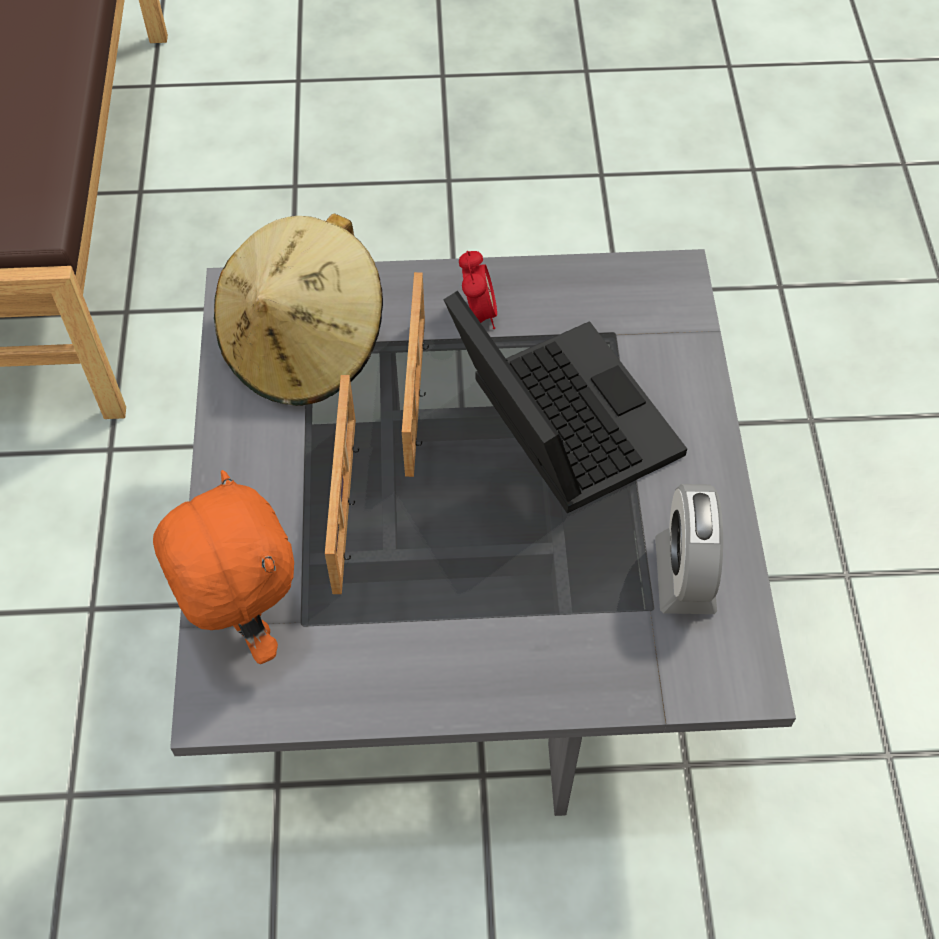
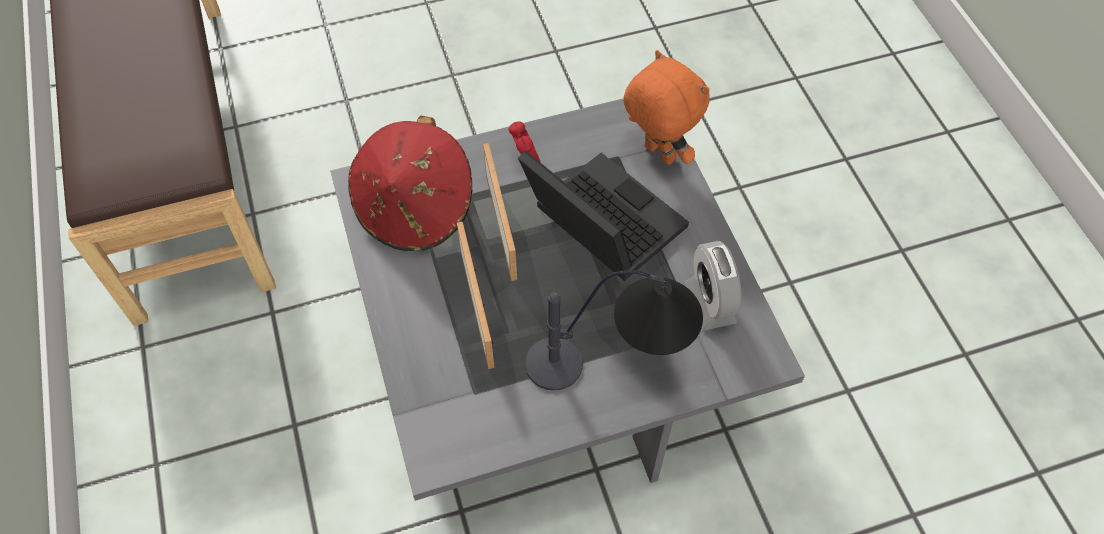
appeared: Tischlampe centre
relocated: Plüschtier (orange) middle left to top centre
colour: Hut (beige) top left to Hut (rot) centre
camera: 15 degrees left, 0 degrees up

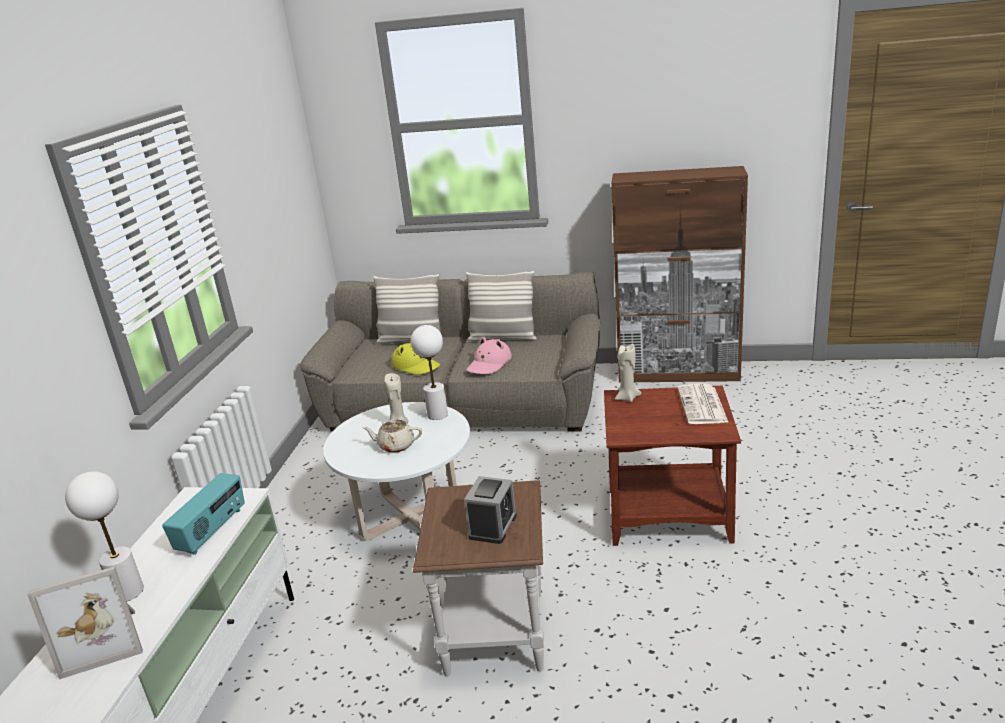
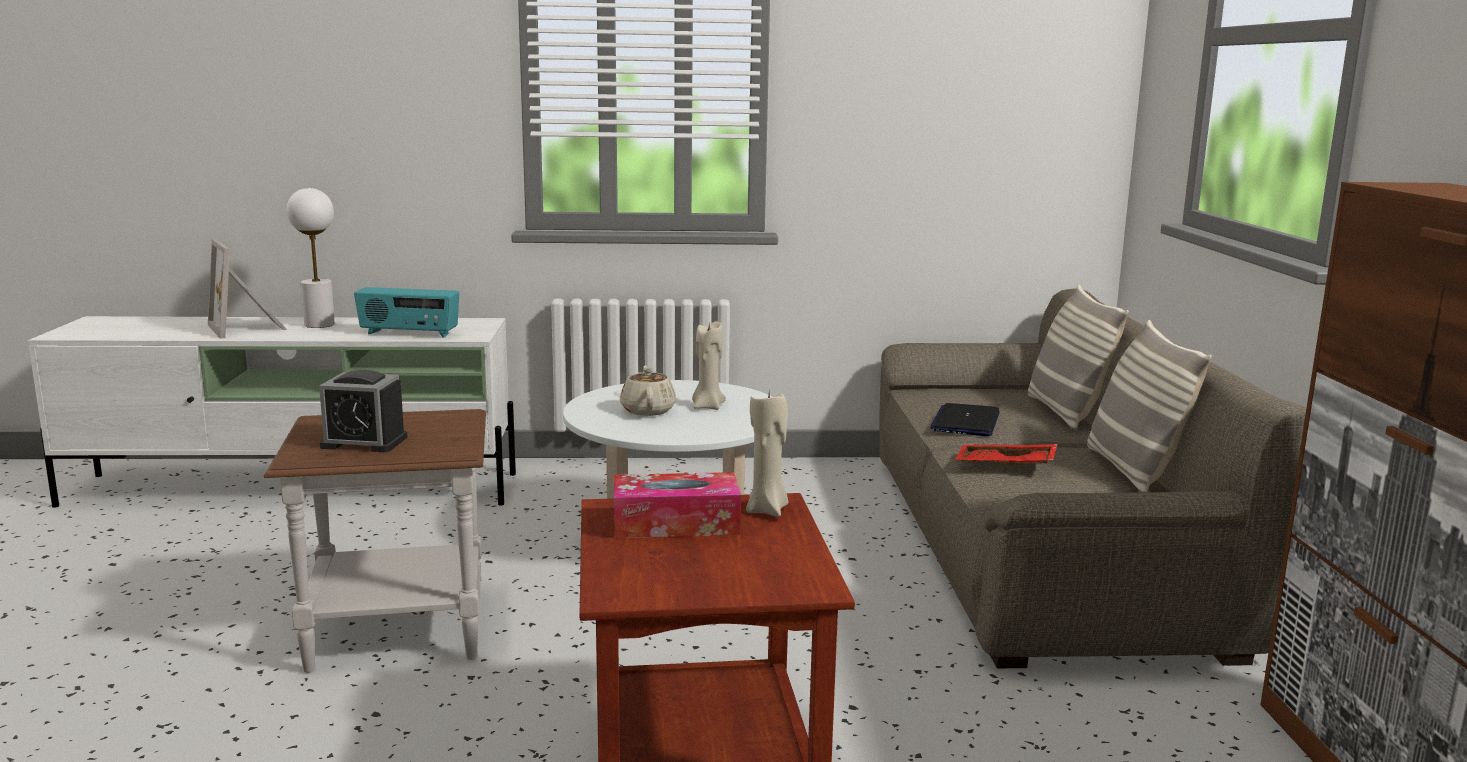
missing: Tischlampe (weiß) (no. 2 from left) centre; Zeitung middle right
appeared: Taschentuchbox centre
exchanged: Hut (gelb) centre to Laptop centre; Hut (rosa) centre to Tablett (rot) middle right
camera: 75 degrees right, 10 degrees down

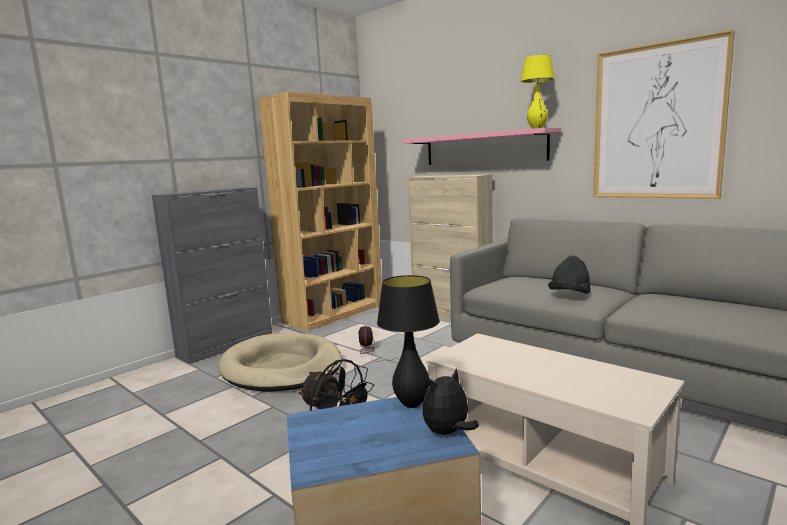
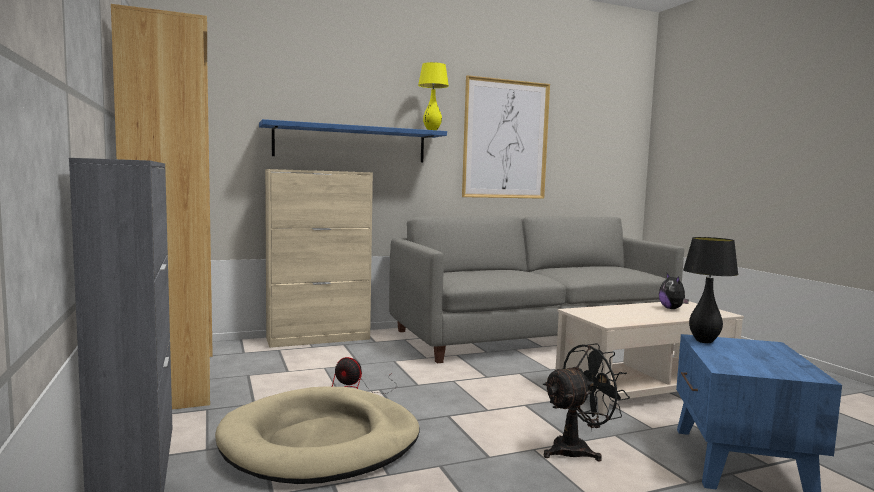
missing: Hut (schwarz) middle right
relocated: Plüschtier bottom centre to middle right
colour: Wandregal (rosa) top centre to Wandregal (blau) top centre
camera: 65 degrees left, 5 degrees down

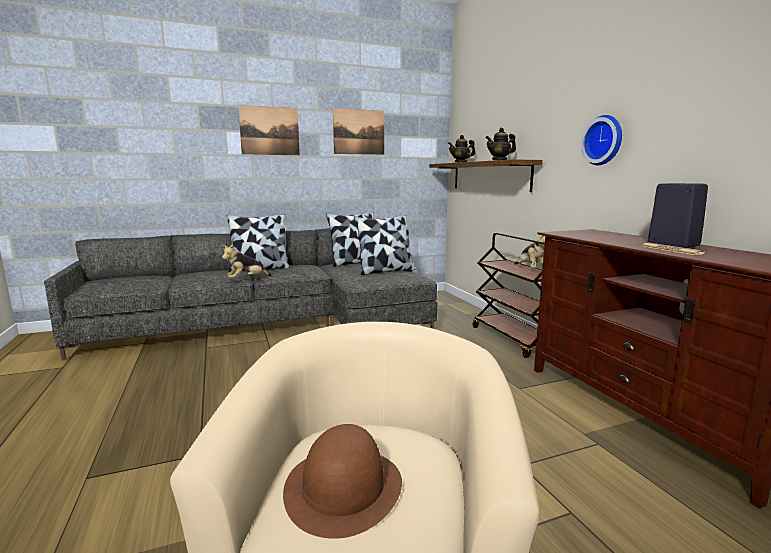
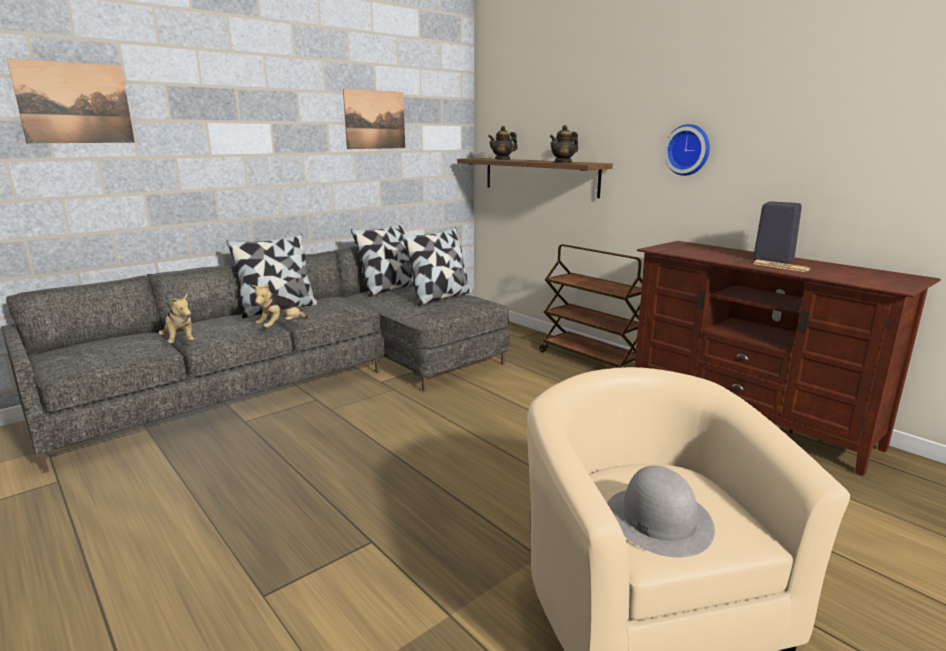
relocated: Bild (no. 1 from left) top centre to top left; Plüschtier (no. 2 from left in the first image) middle right to Plüschtier (no. 1 from left) middle left
colour: Hut (braun) bottom centre to Hut (grau) bottom right
camera: 20 degrees left, 5 degrees up

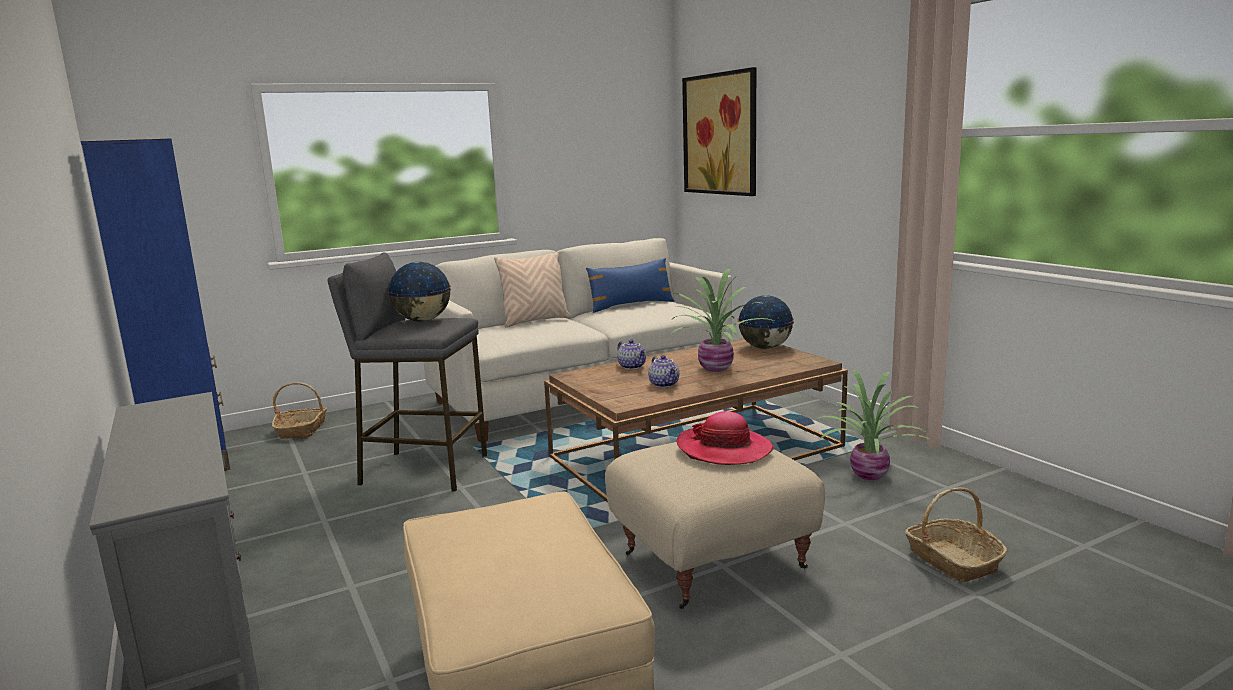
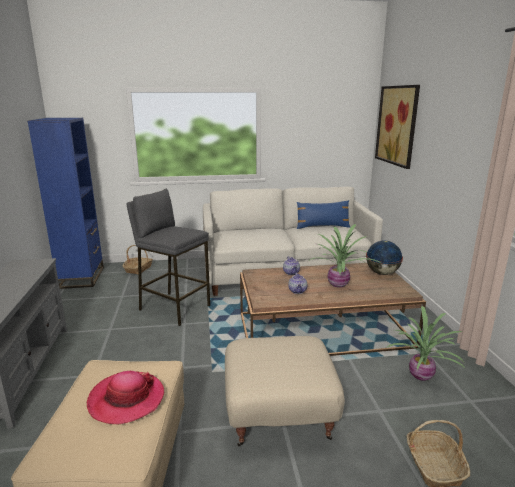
missing: Globus (no. 1 from left) centre; Kissen (beige) centre
relocated: Hut centre to bottom left
camera: 20 degrees right, 5 degrees up

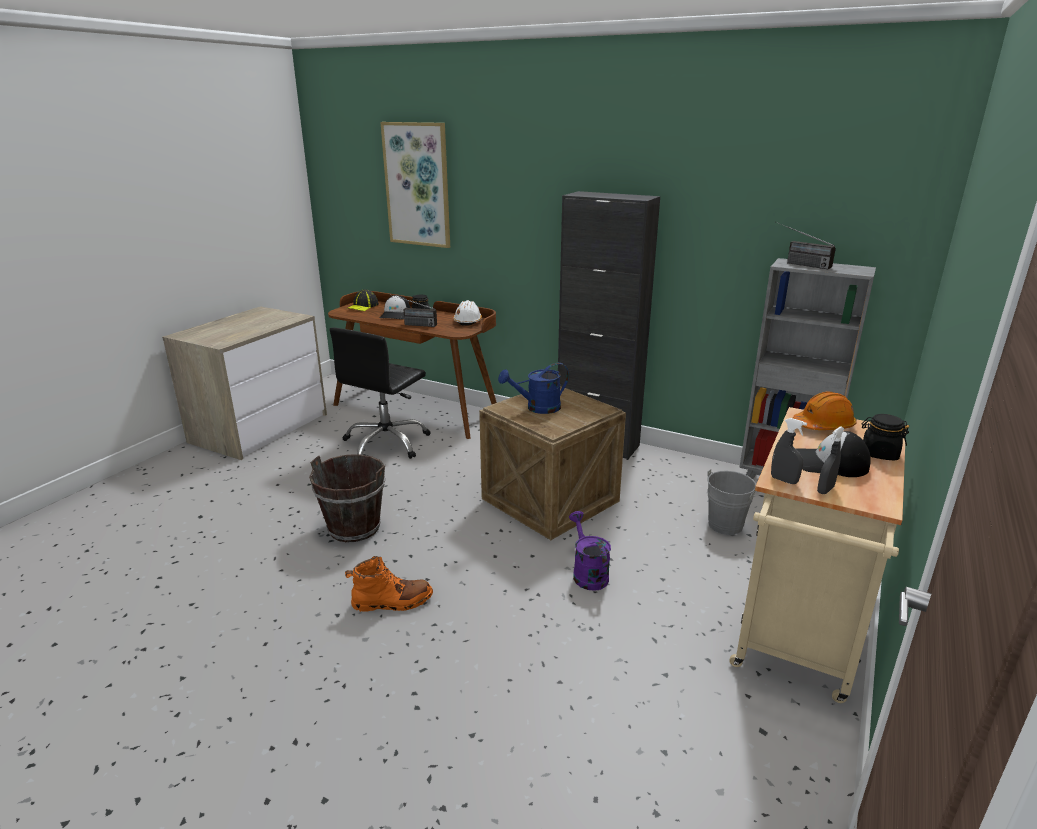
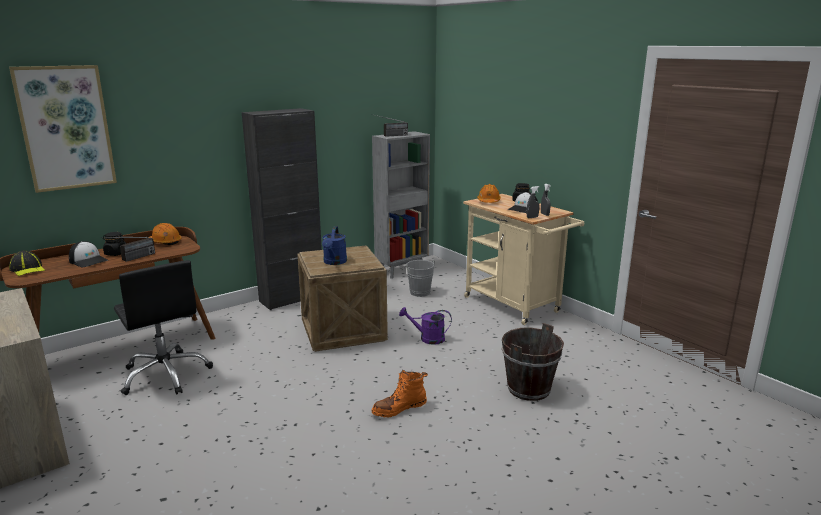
relocated: Eimer (braun) centre to bottom centre
colour: Schutzhelm (weiß) centre to Schutzhelm (orange) (no. 1 from left) middle left
spun: Stiefel (orange) bottom centre = bottom centre 135 degrees counterclockwise
camera: 65 degrees left, 5 degrees down

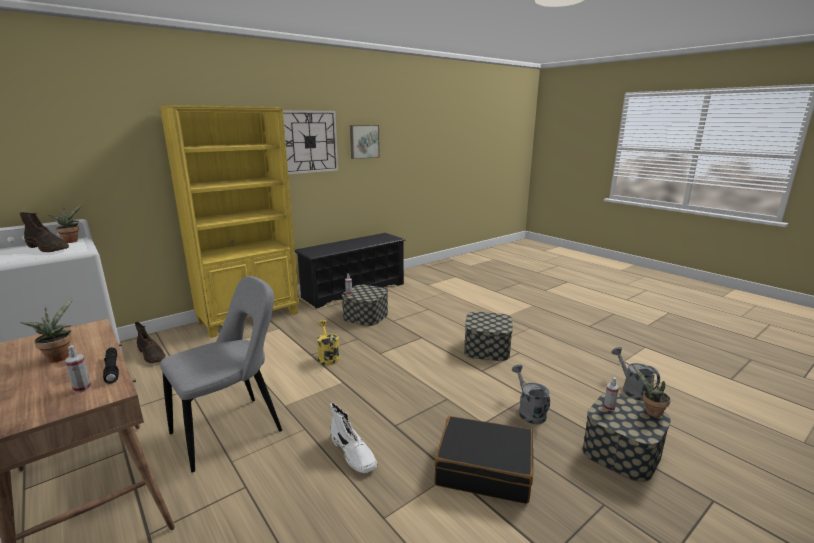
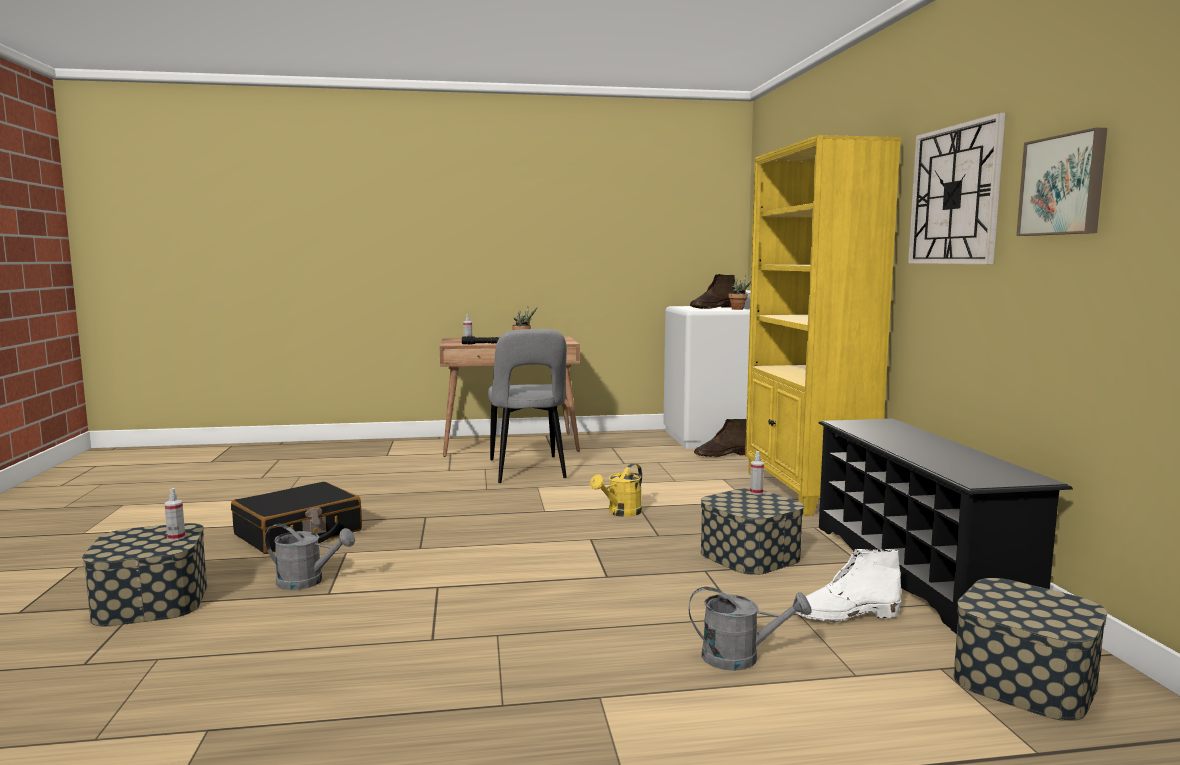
missing: Topfpflanze (no. 3 from left) bottom right
relocated: Stiefel (weiß) bottom centre to bottom right; Aufbewahrungsbox (no. 2 from left in the first image) centre to Aufbewahrungsbox (no. 3 from left) bottom right; Gießkanne (grau) (no. 2 from left) bottom right to bottom centre
spun: Gießkanne (gelb) centre = centre 120 degrees clockwise
camera: 120 degrees right, 10 degrees down

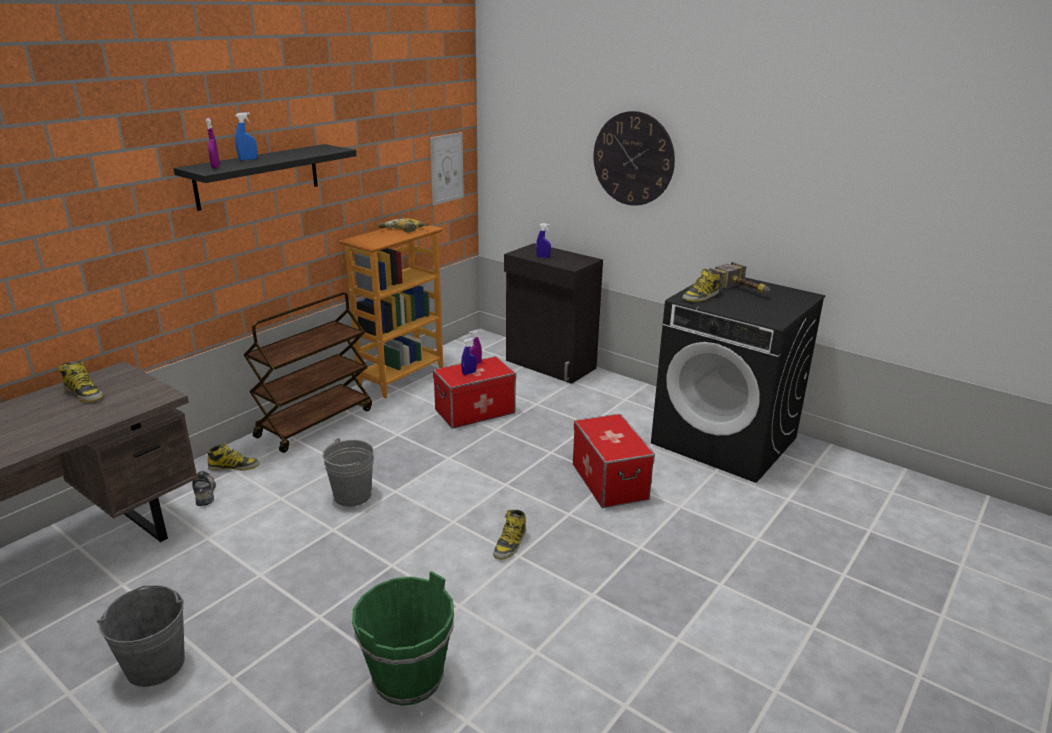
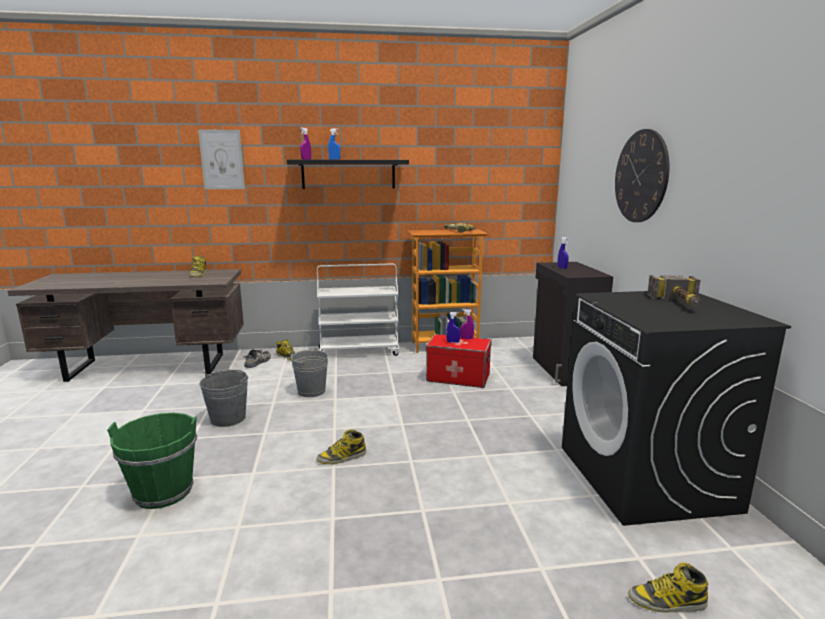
missing: Aufbewahrungsbox (no. 2 from left) centre
relocated: Eimer (grau) (no. 1 from left) bottom left to middle left; Bild top centre to top left; Stiefel (no. 4 from left) centre to bottom right
colour: Rollwagen (braun) middle left to Rollwagen (weiß) centre
camera: 45 degrees right, 10 degrees down

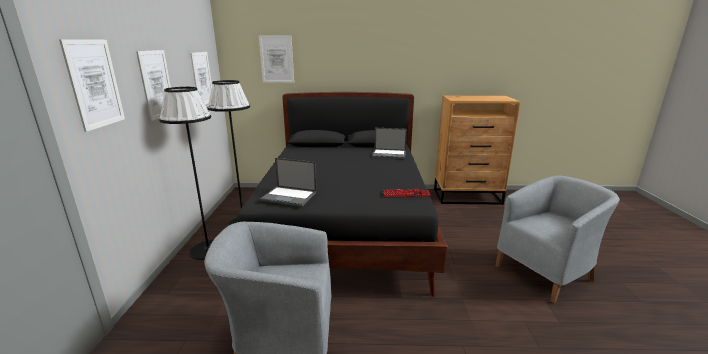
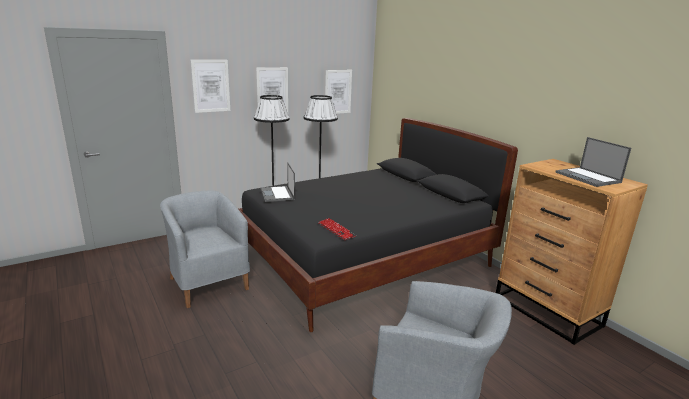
missing: Bild (no. 4 from left) top centre
relocated: Laptop (no. 2 from left) centre to middle right
camera: 55 degrees right, 0 degrees up

